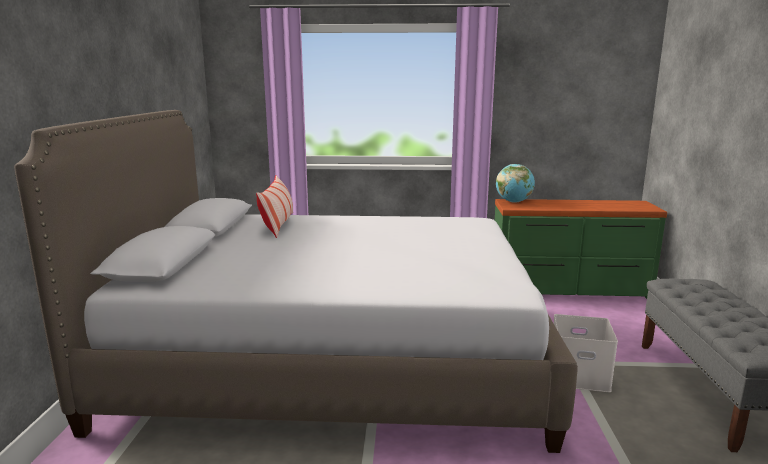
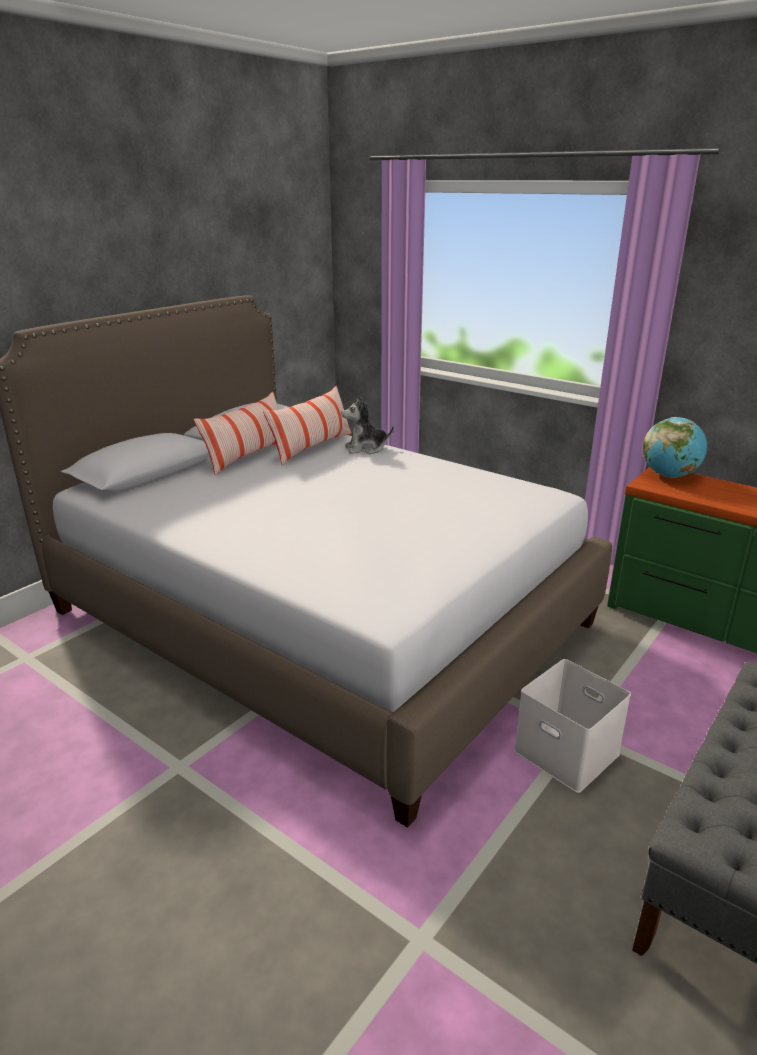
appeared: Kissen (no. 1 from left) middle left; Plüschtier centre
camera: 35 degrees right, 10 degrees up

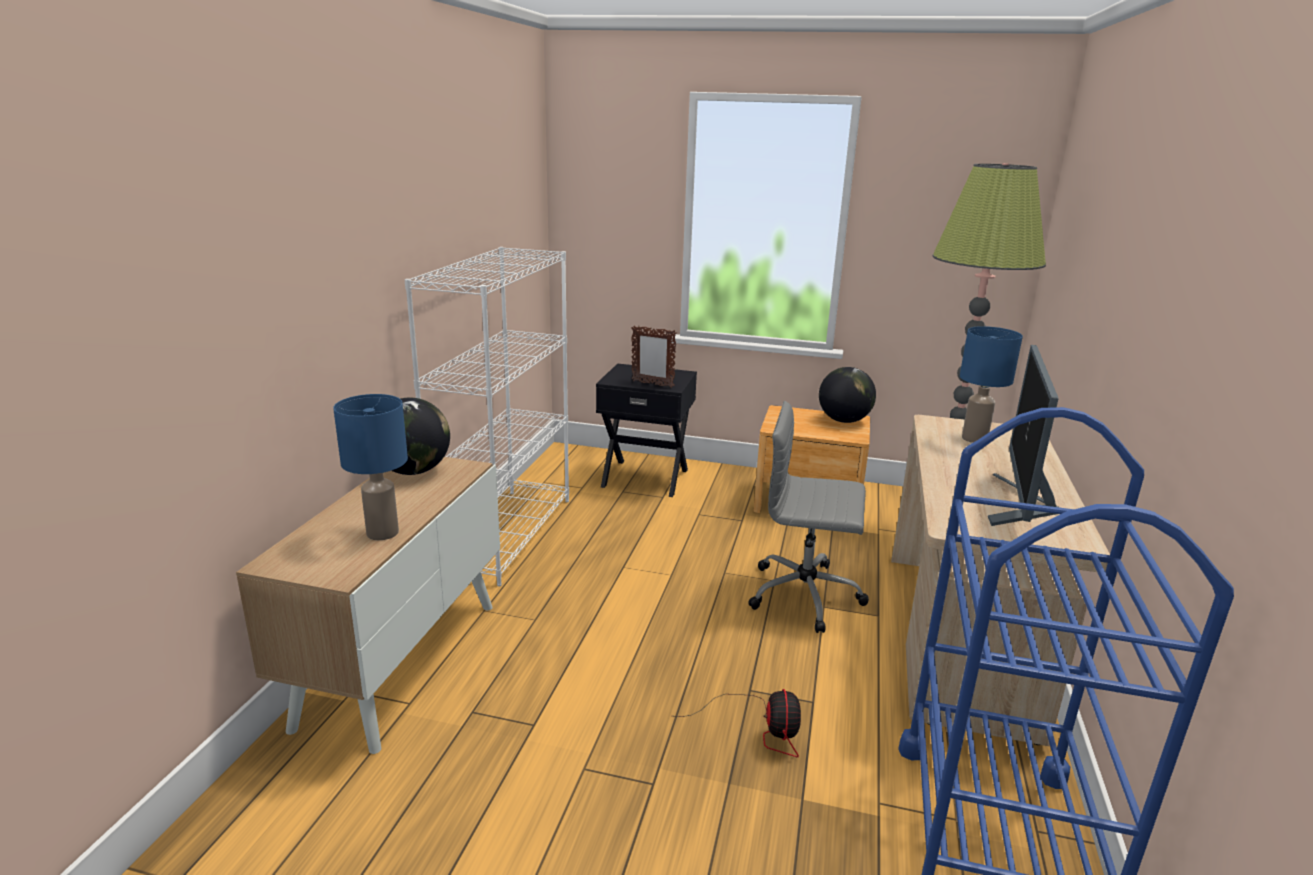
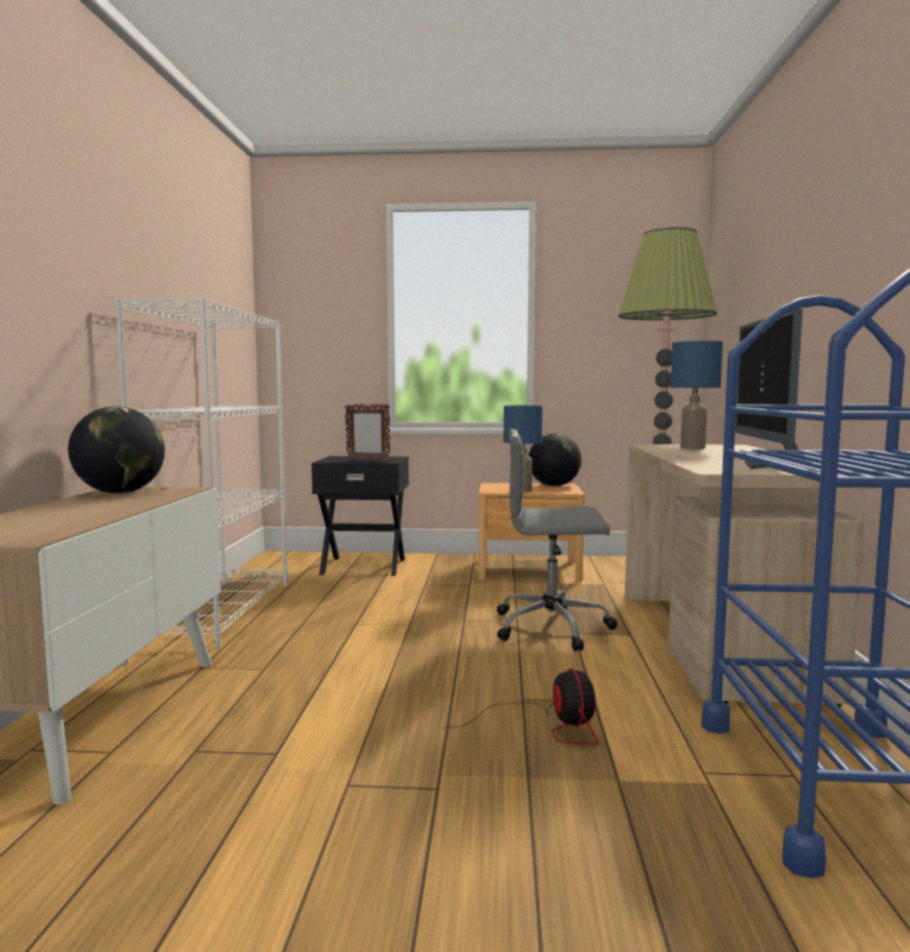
relocated: Tischlampe (blau) (no. 1 from left) middle left to centre
camera: 10 degrees left, 15 degrees down

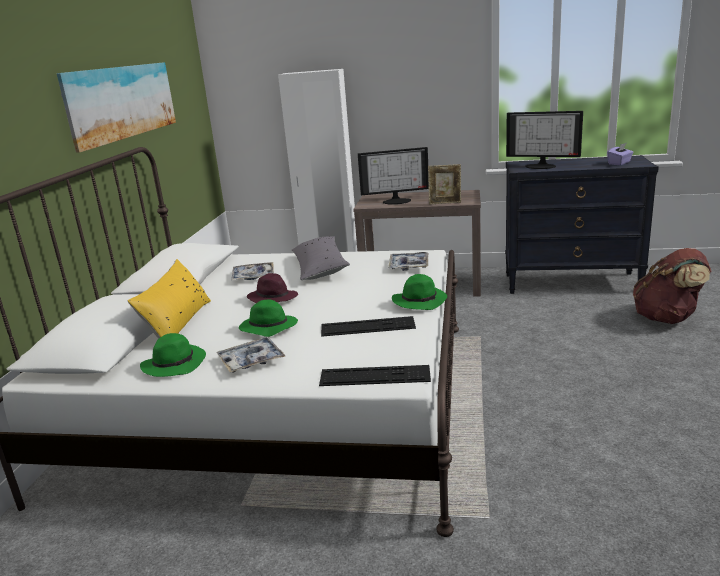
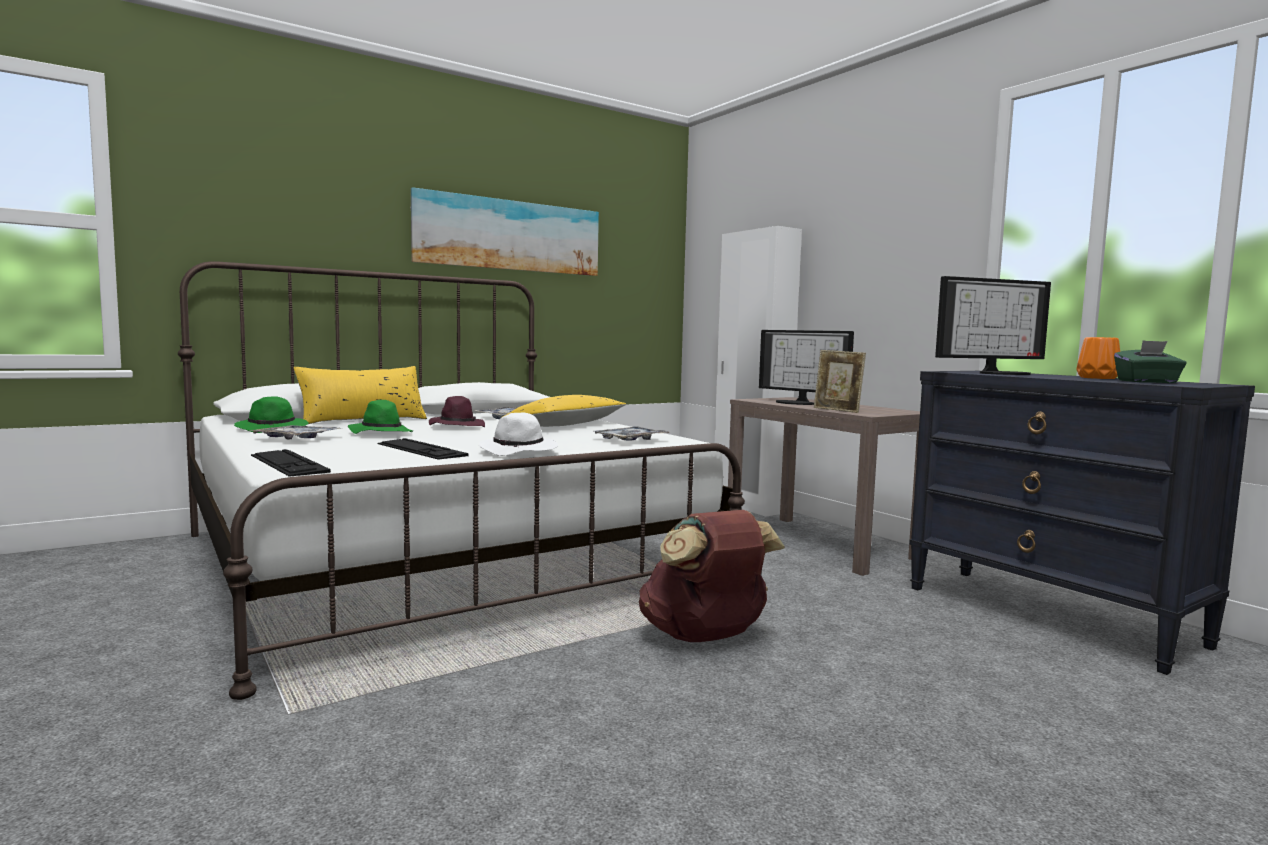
appeared: Vase (orange) middle right
relocated: Rucksack (braun) middle right to bottom centre
colour: Kissen (grau) centre to Kissen (gelb) (no. 2 from left) centre; Hut (grün) (no. 3 from left) centre to Hut (weiß) centre; Taschentuchbox (lila) top right to Taschentuchbox (grün) middle right
spun: Monitor (no. 2 from left) top right = middle right 90 degrees counterclockwise
camera: 45 degrees right, 15 degrees down

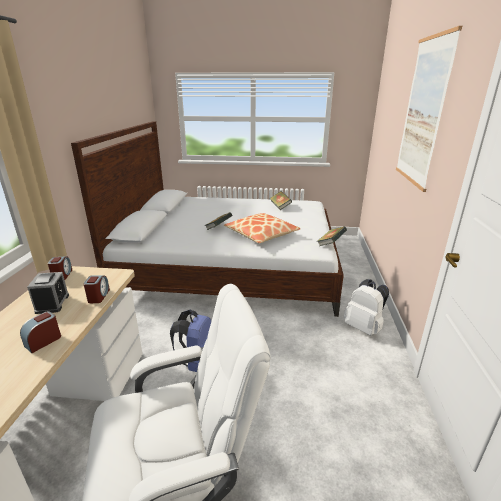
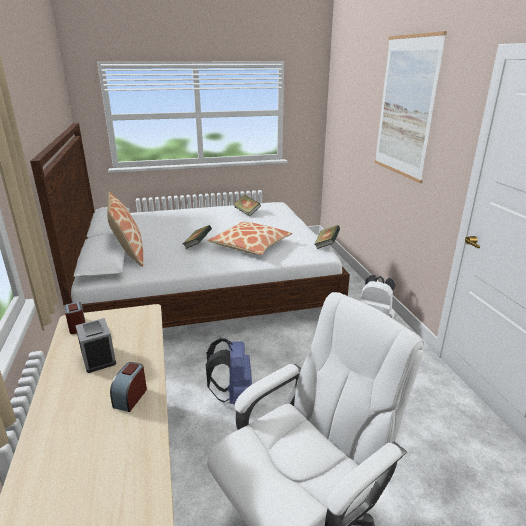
missing: Wecker (no. 4 from left) middle left
appeared: Kissen (no. 1 from left) middle left
camera: 20 degrees left, 0 degrees up

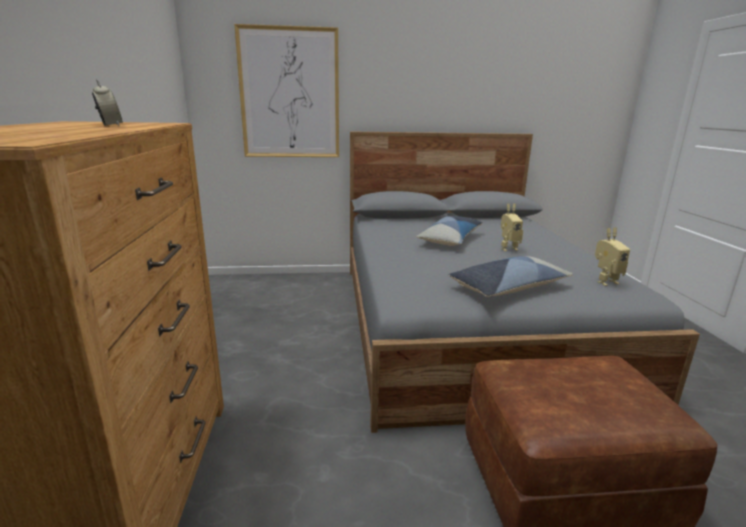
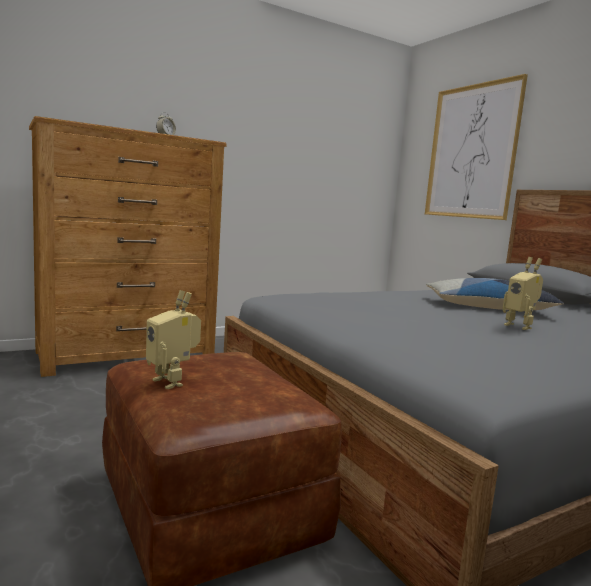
missing: Kissen (no. 2 from left) middle right
relocated: Spielzeugroboter (no. 2 from left in the first image) middle right to Spielzeugroboter (no. 1 from left) middle left
camera: 65 degrees right, 10 degrees down

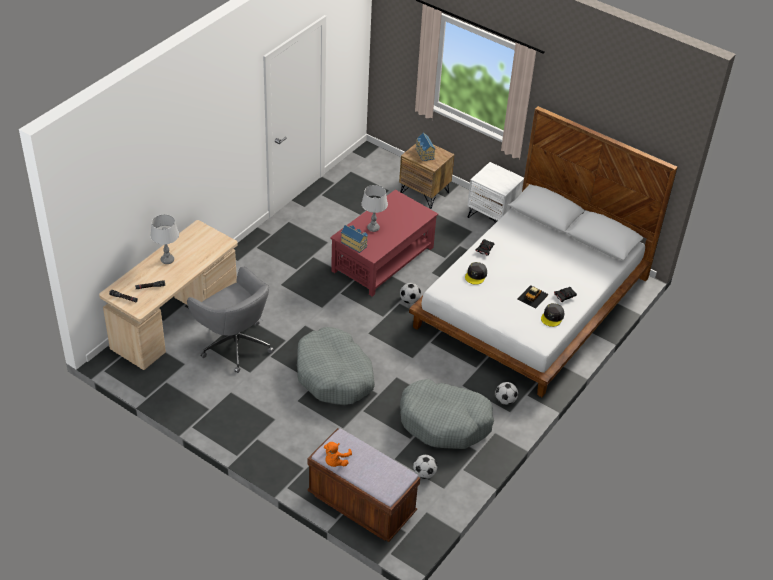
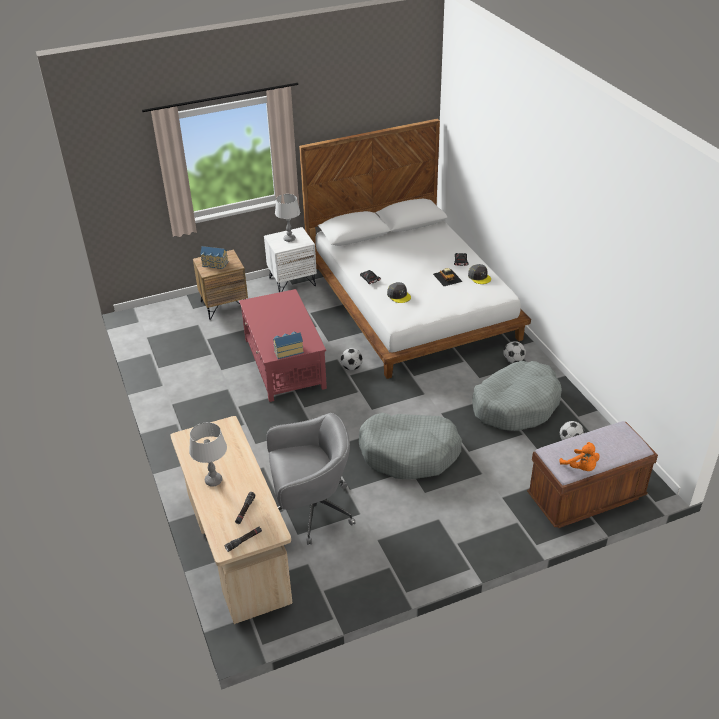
relocated: Tischlampe (grau) (no. 2 from left) centre to top centre
camera: 55 degrees left, 5 degrees down

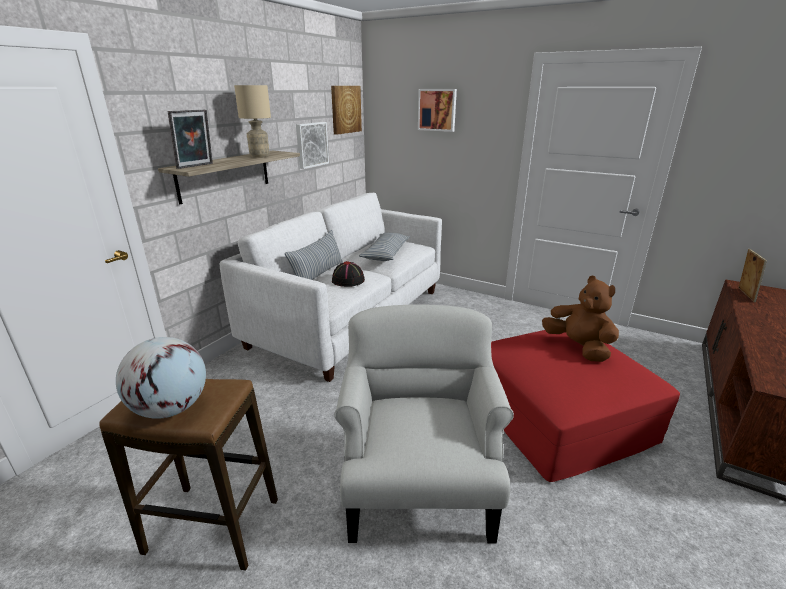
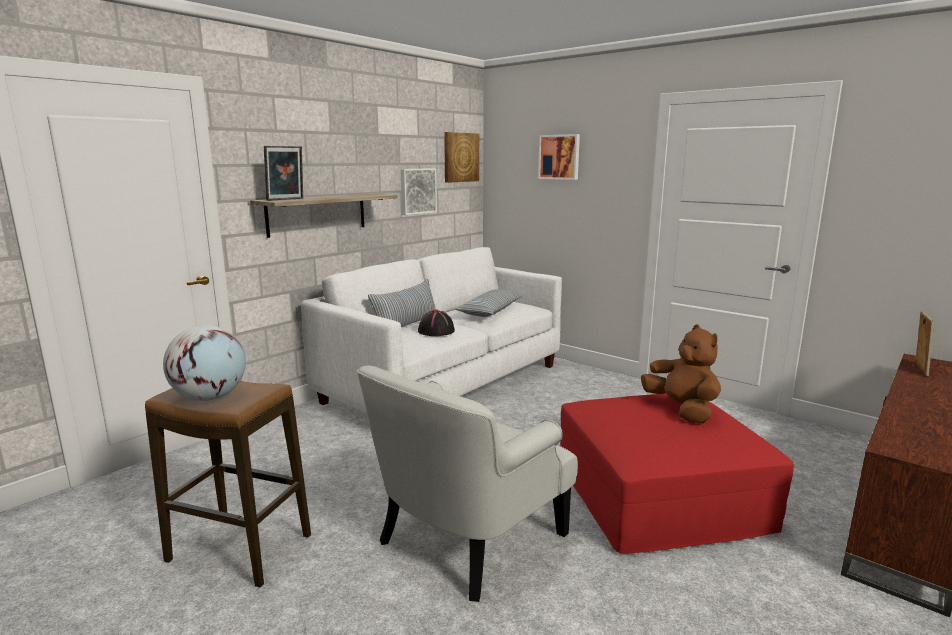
missing: Tischlampe (beige) top left
spun: Sessel (weiß) bottom centre = bottom centre 150 degrees counterclockwise
camera: 10 degrees right, 10 degrees down

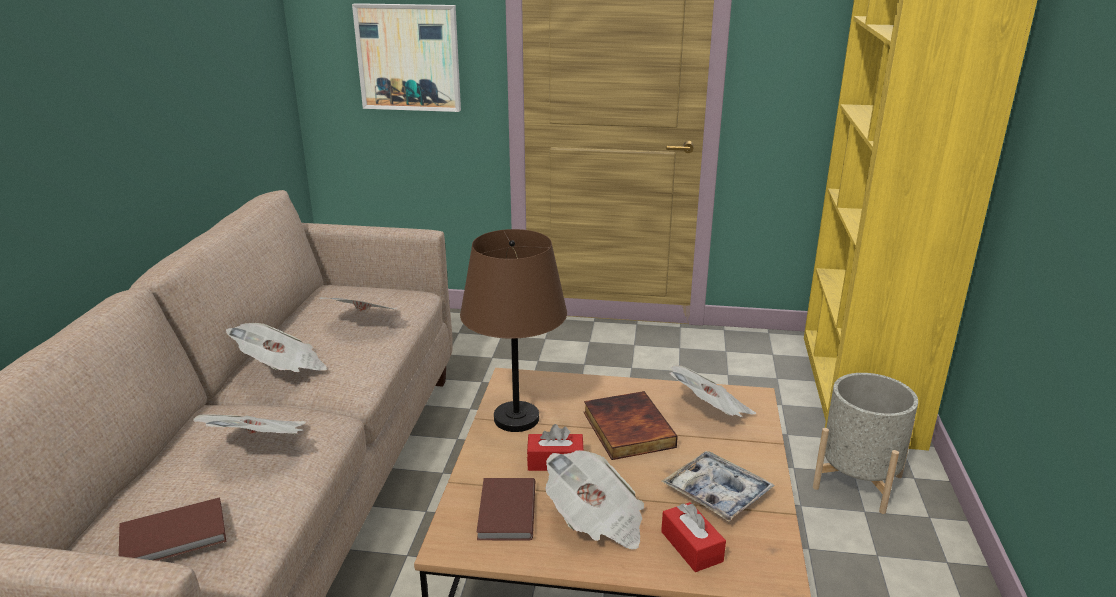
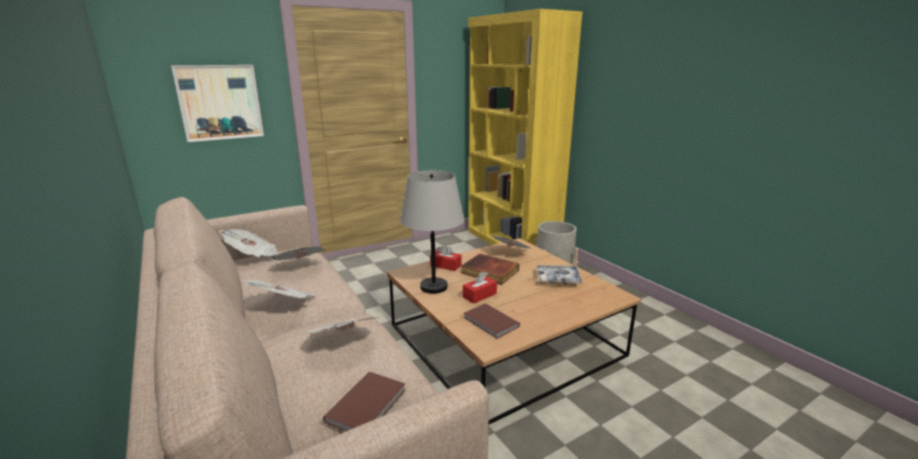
relocated: Zeitung (no. 4 from left in the first image) bottom centre to Zeitung (no. 1 from left) middle left; Taschentuchbox (rot) (no. 2 from left in the first image) bottom centre to Taschentuchbox (rot) (no. 1 from left) centre
colour: Tischlampe (braun) centre to Tischlampe (grau) centre
camera: 40 degrees left, 5 degrees down

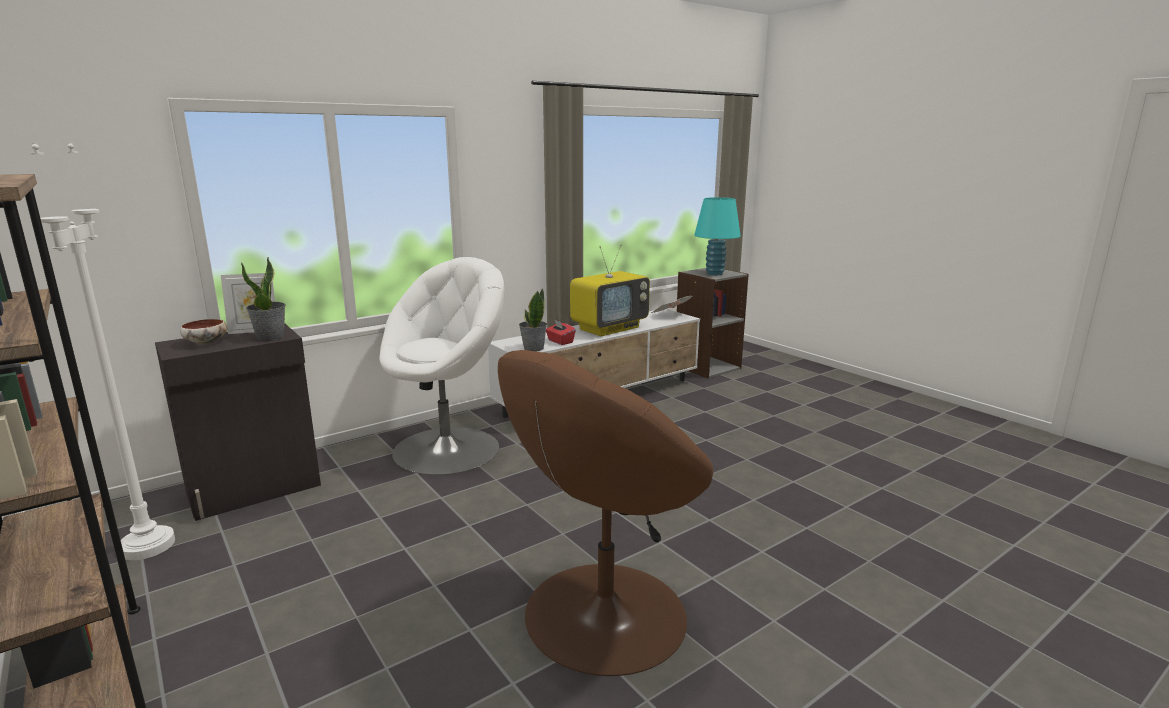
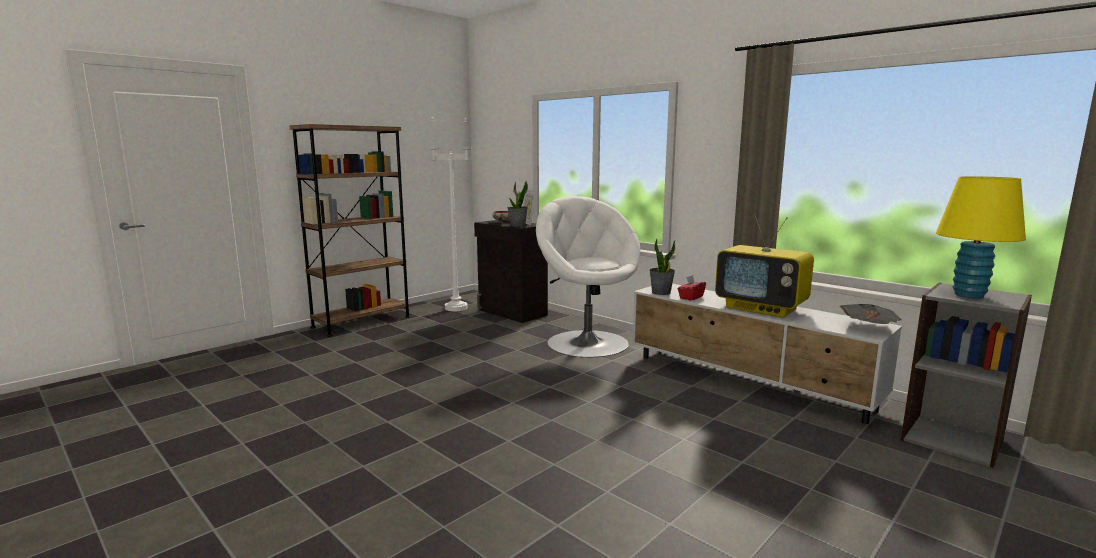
missing: Sessel (braun) bottom centre
colour: Tischlampe (türkis) centre to Tischlampe (gelb) middle right
spun: Sessel (weiß) centre = centre 150 degrees counterclockwise
camera: 80 degrees right, 5 degrees down

